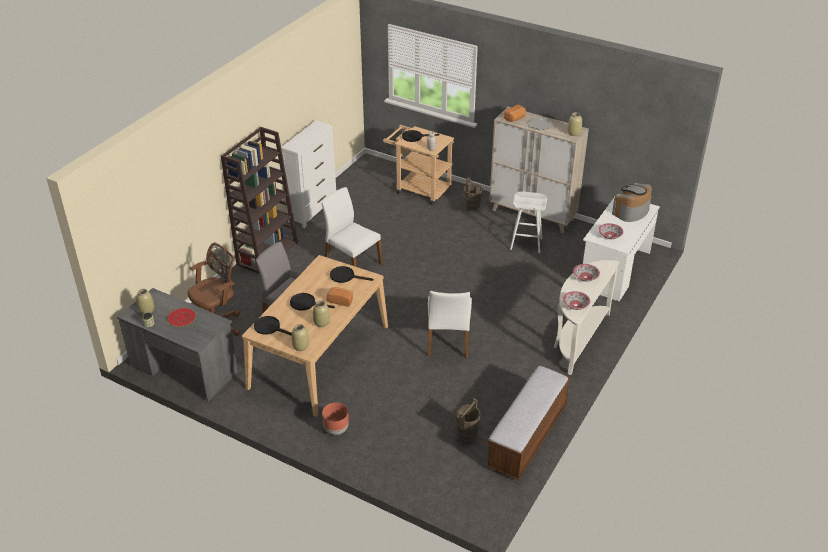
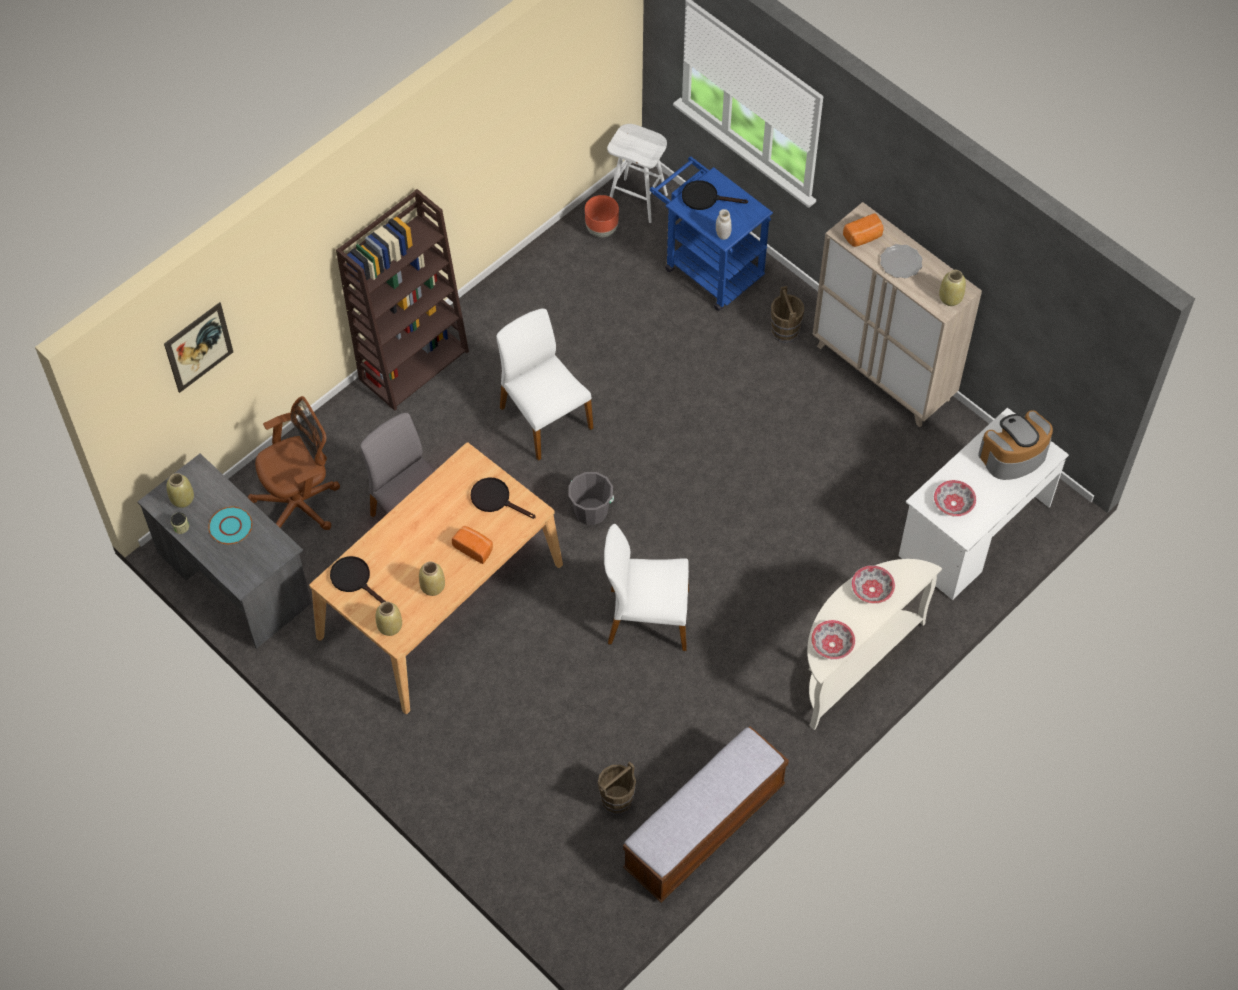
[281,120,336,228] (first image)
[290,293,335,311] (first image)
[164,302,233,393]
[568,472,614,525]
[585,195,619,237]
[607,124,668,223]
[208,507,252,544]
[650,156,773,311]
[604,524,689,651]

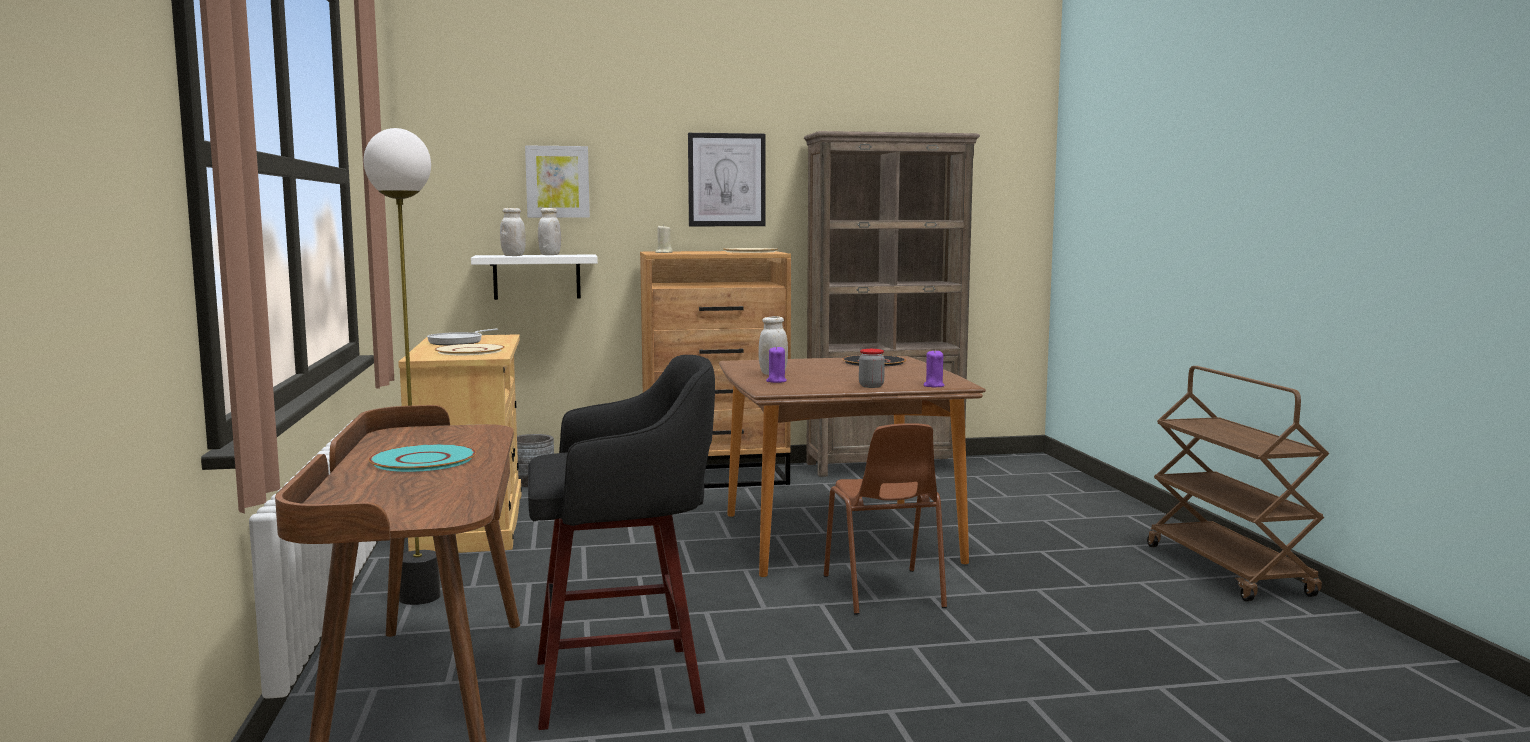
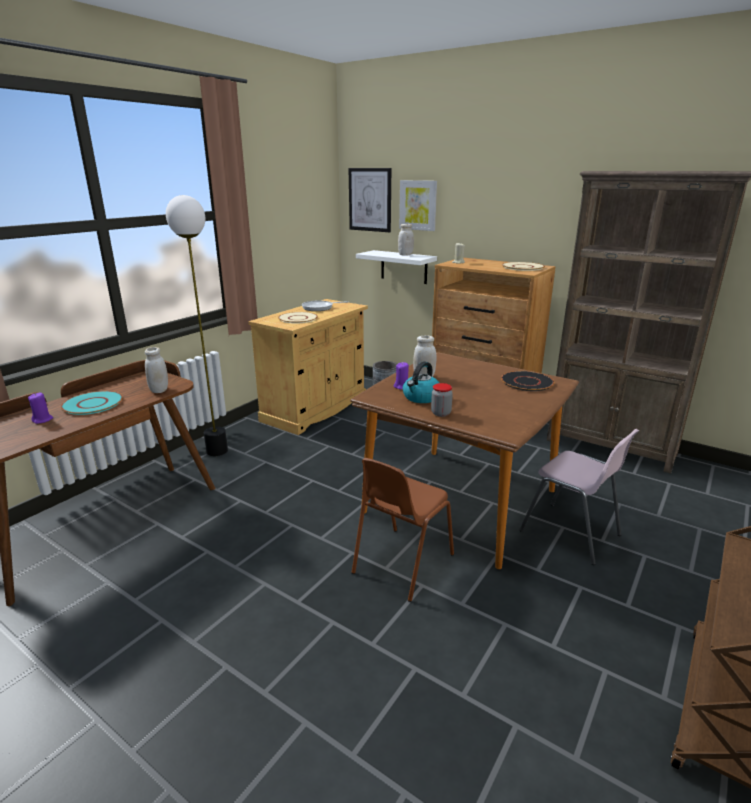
[528,355,715,730] (first image)
[403,362,439,403]
[520,429,639,565]
[145,347,168,393]
[349,168,391,232]
[28,393,53,424]

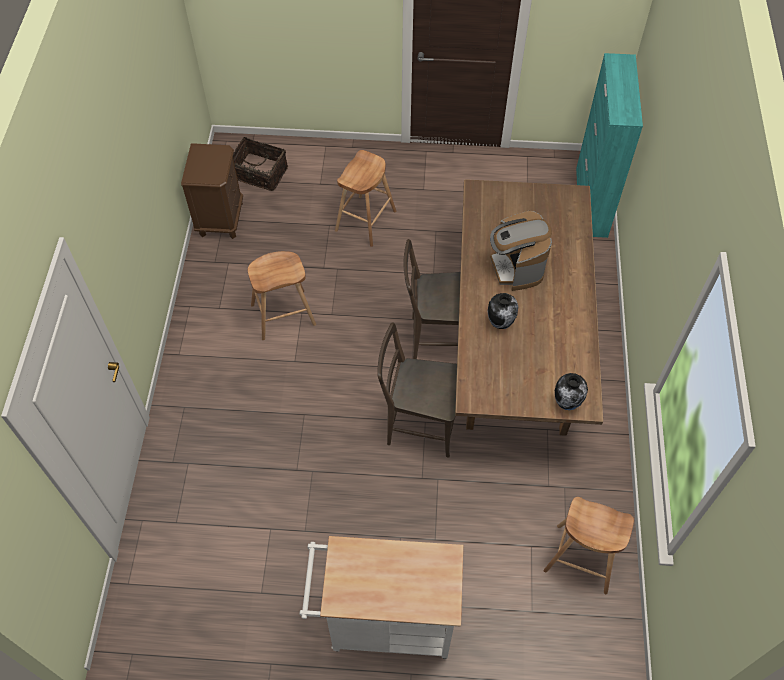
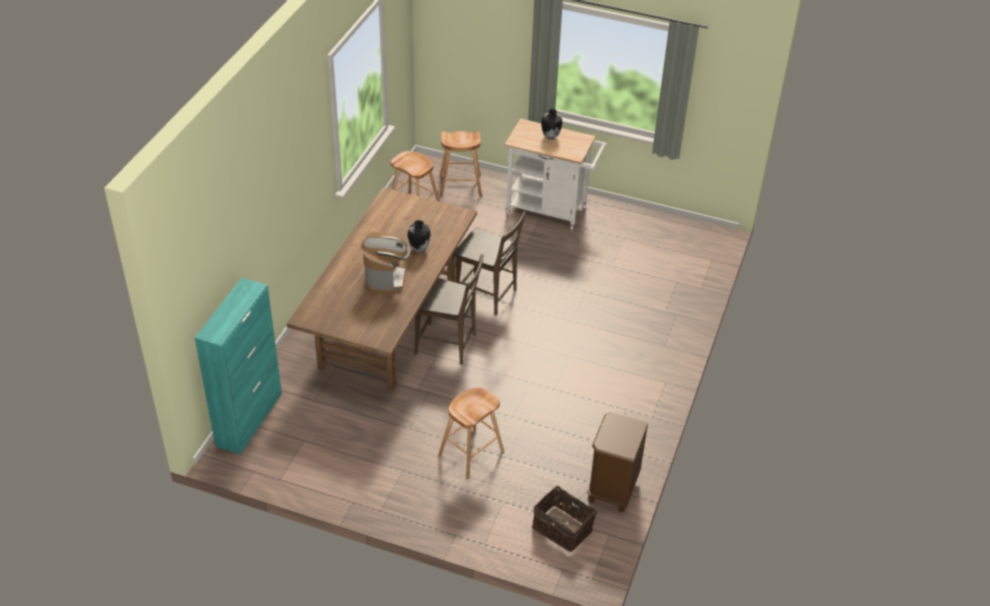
[439,131,482,198]
[541,109,562,140]

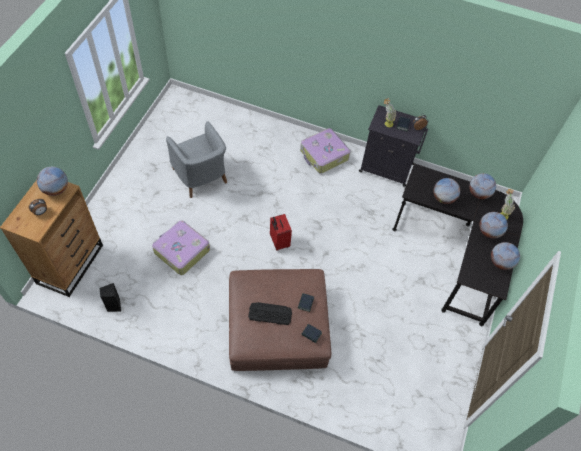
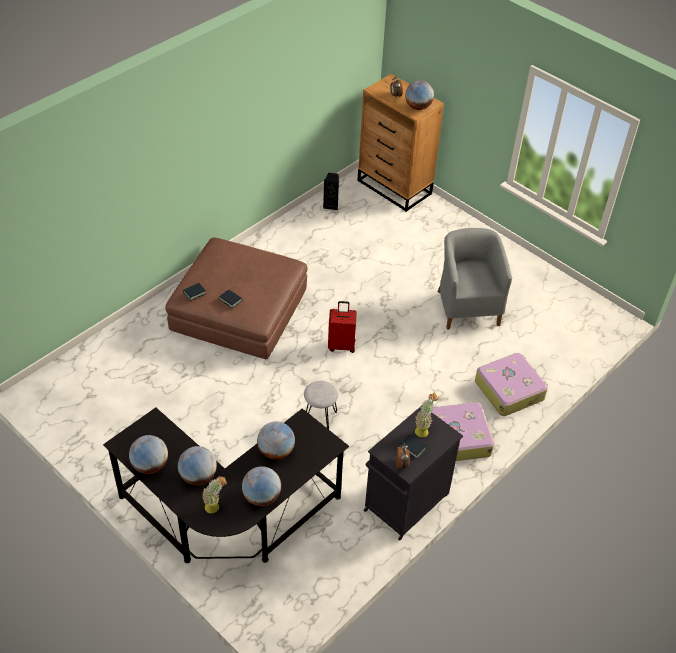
[248,302,292,325] (first image)
[304,381,338,429]
[475,353,548,416]
[437,228,512,330]

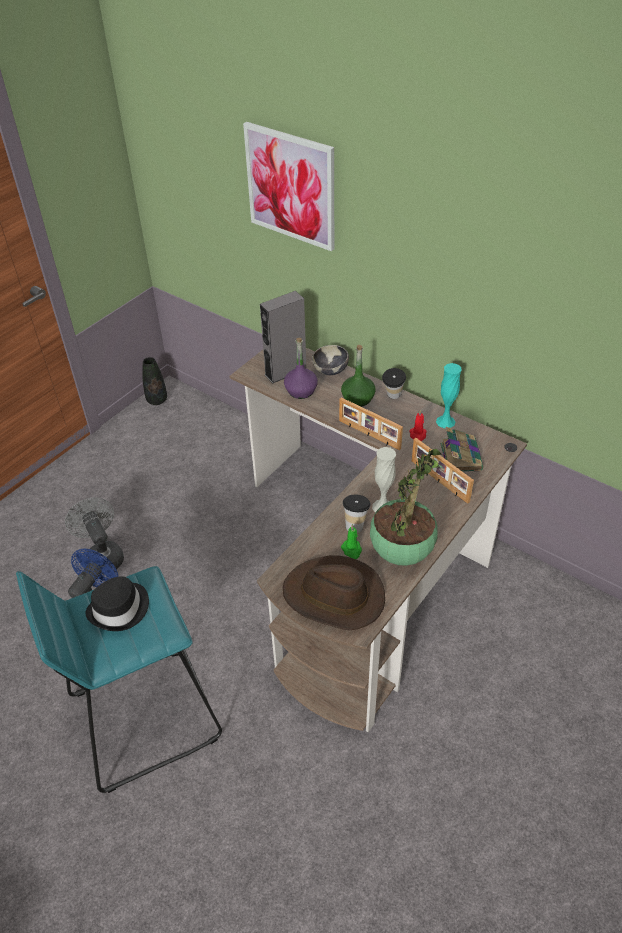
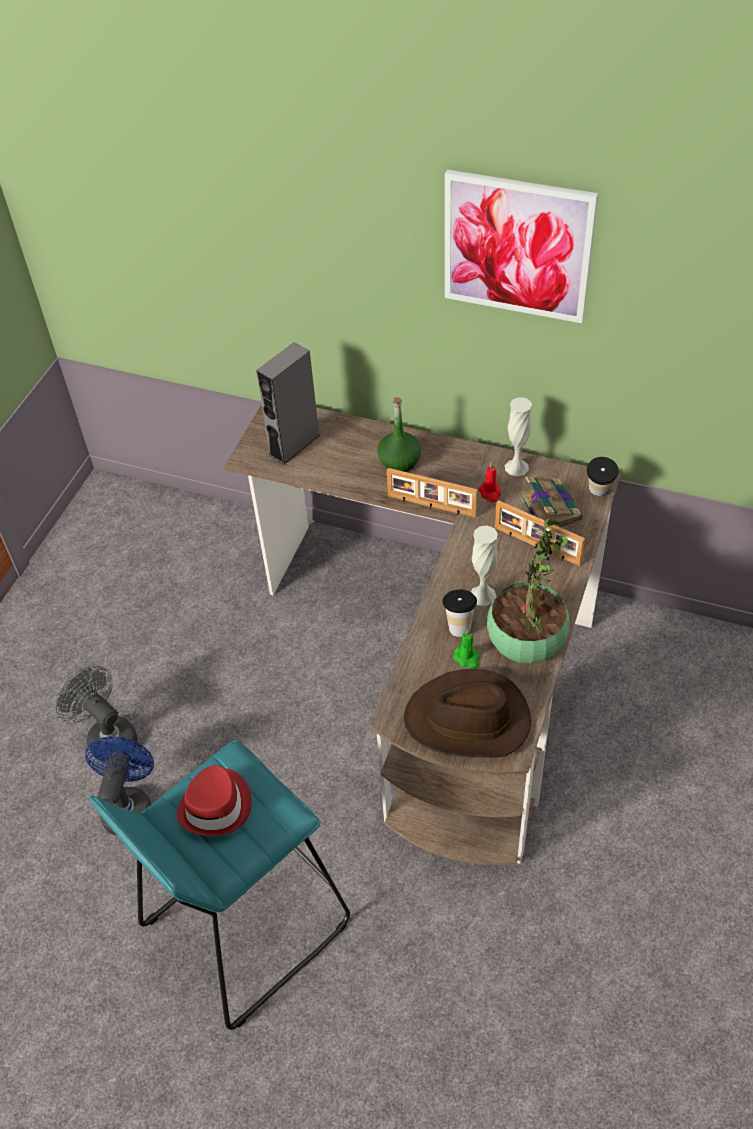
[142,357,167,405] (first image)
[284,338,318,399] (first image)
[312,345,349,375] (first image)
[445,170,598,323]
[587,457,619,496]
[177,765,252,836]
[505,397,532,477]

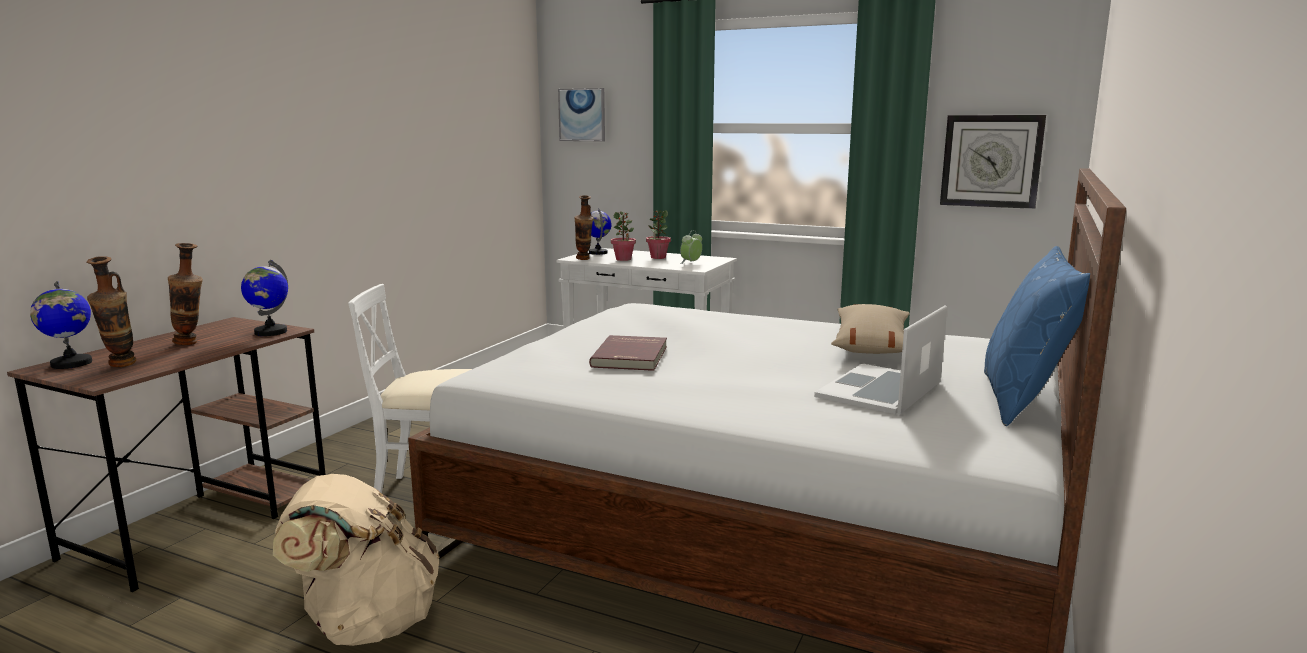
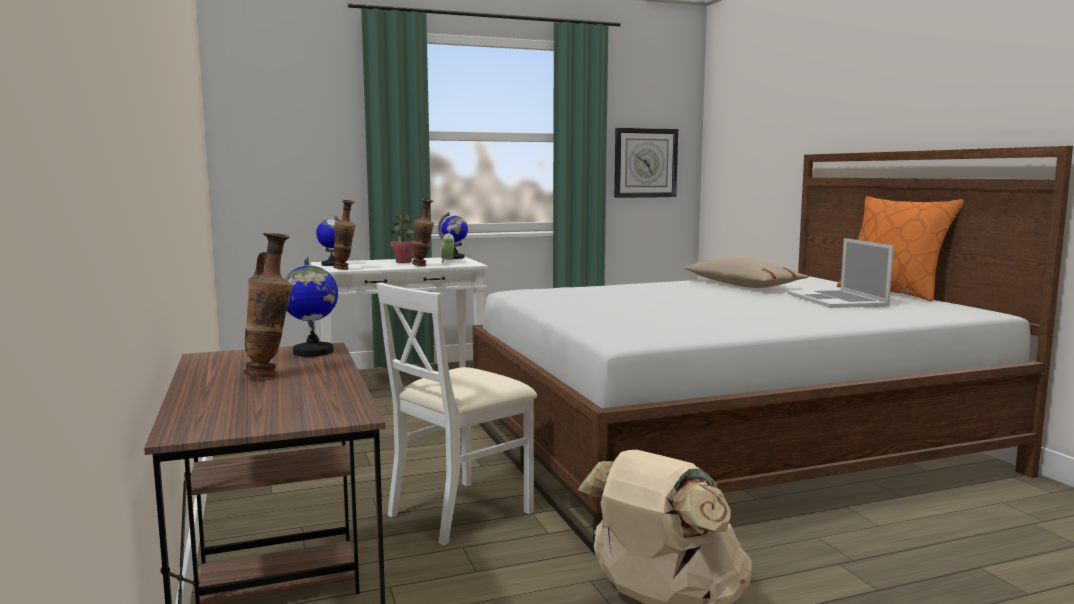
[558,88,605,141] (first image)
[589,335,667,371] (first image)
[611,211,636,261] (first image)
[438,212,468,259]
[412,199,434,266]
[837,196,964,301]

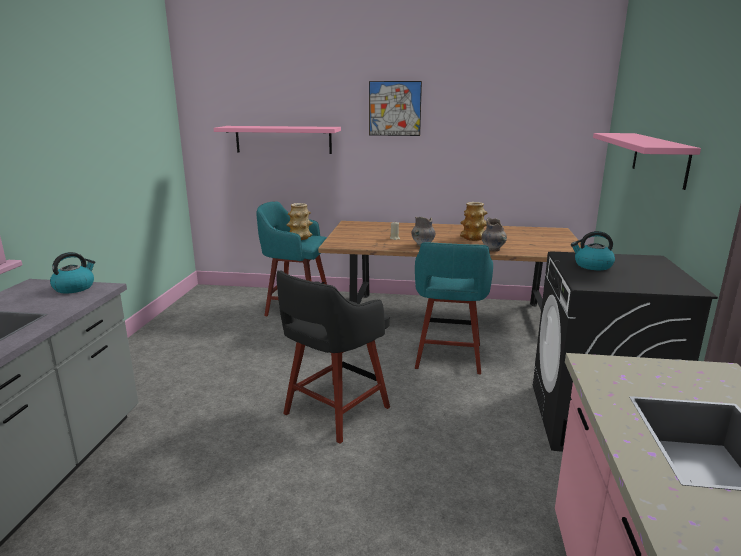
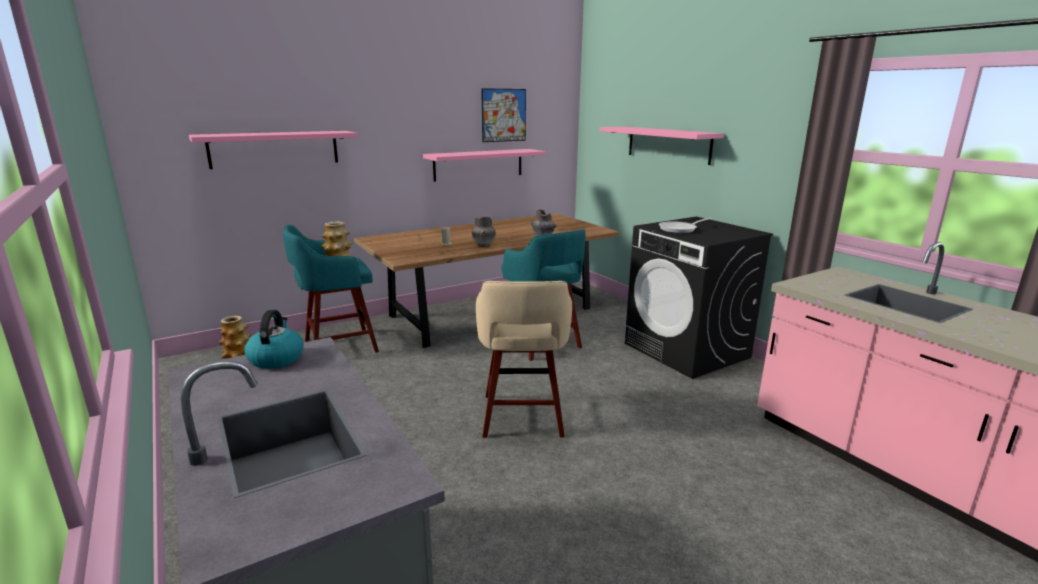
[423,149,546,182]
[481,88,526,142]
[218,316,252,359]
[659,218,712,233]
[476,281,572,438]

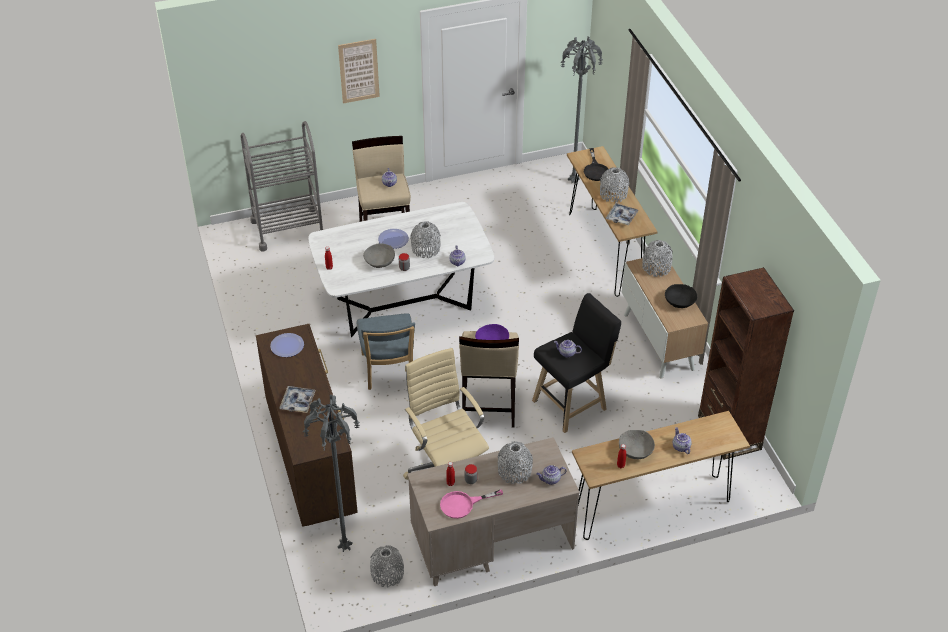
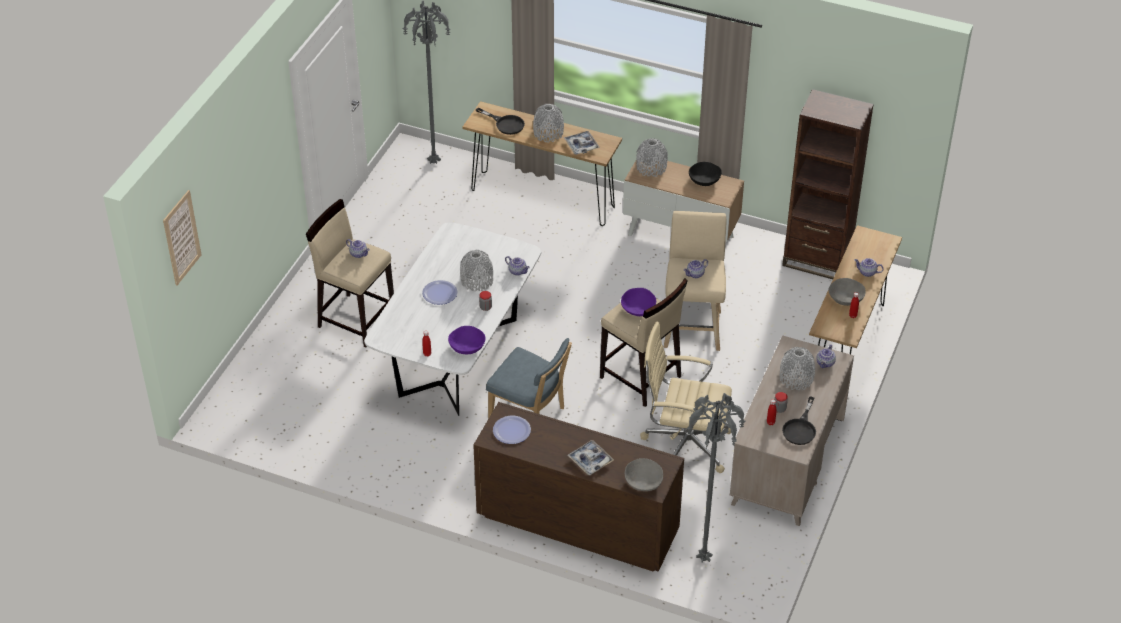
[240,121,323,251] (first image)
[370,545,404,587] (first image)
[448,326,486,355]
[163,190,201,286]
[625,458,663,491]
[782,396,816,445]
[664,211,727,351]

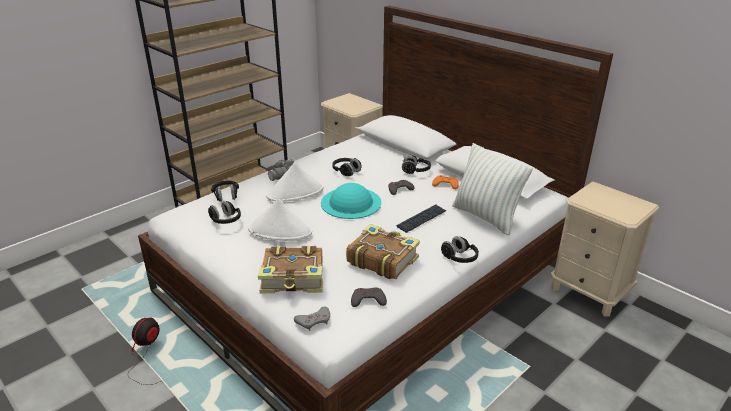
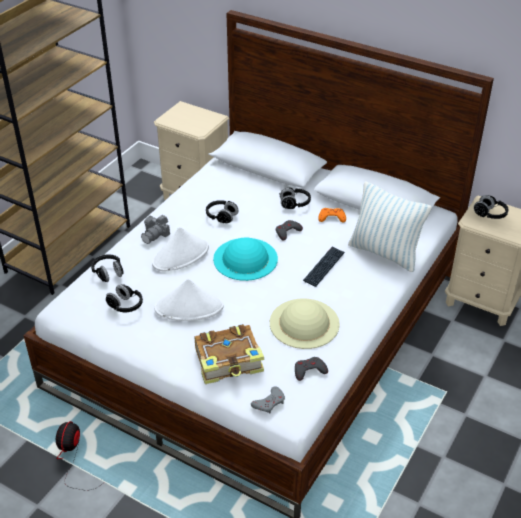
[474,195,509,219]
[270,299,340,349]

